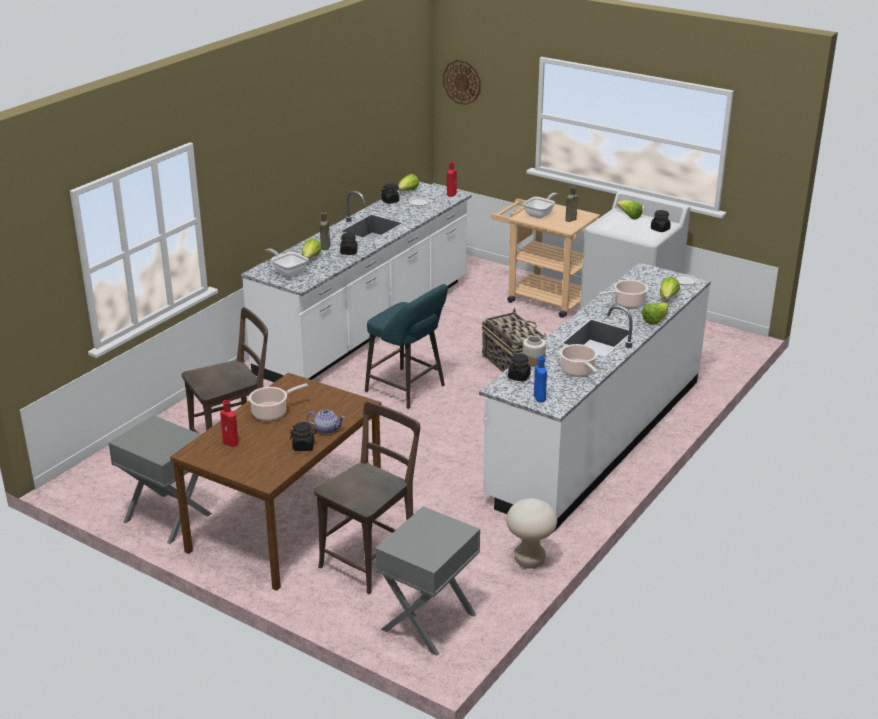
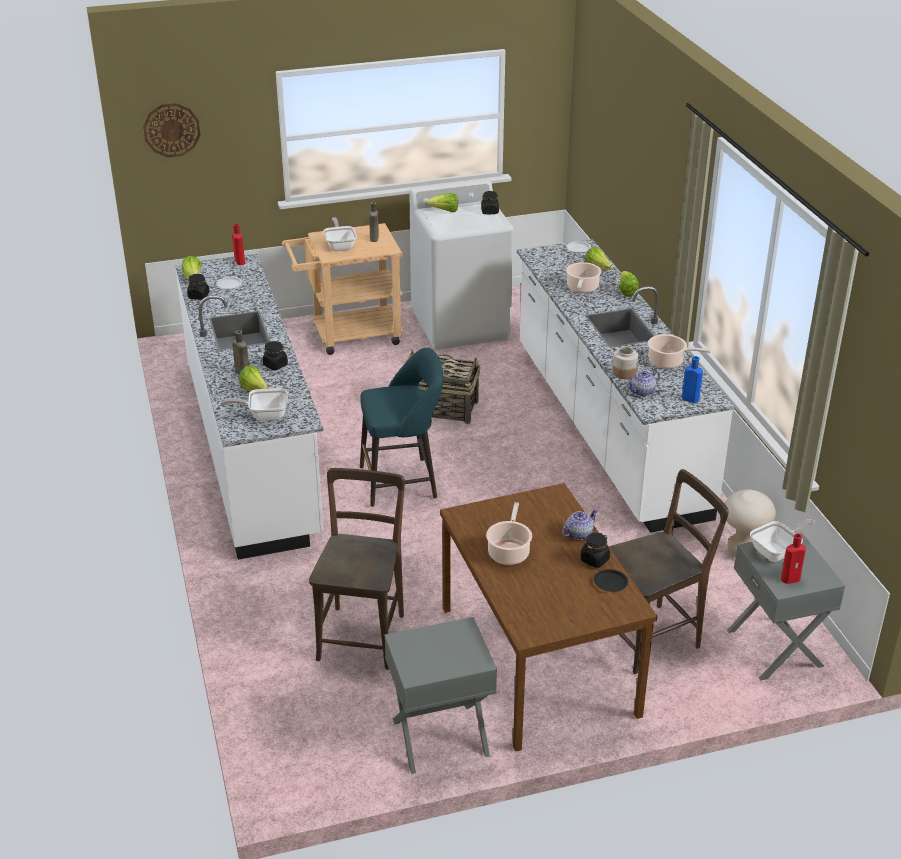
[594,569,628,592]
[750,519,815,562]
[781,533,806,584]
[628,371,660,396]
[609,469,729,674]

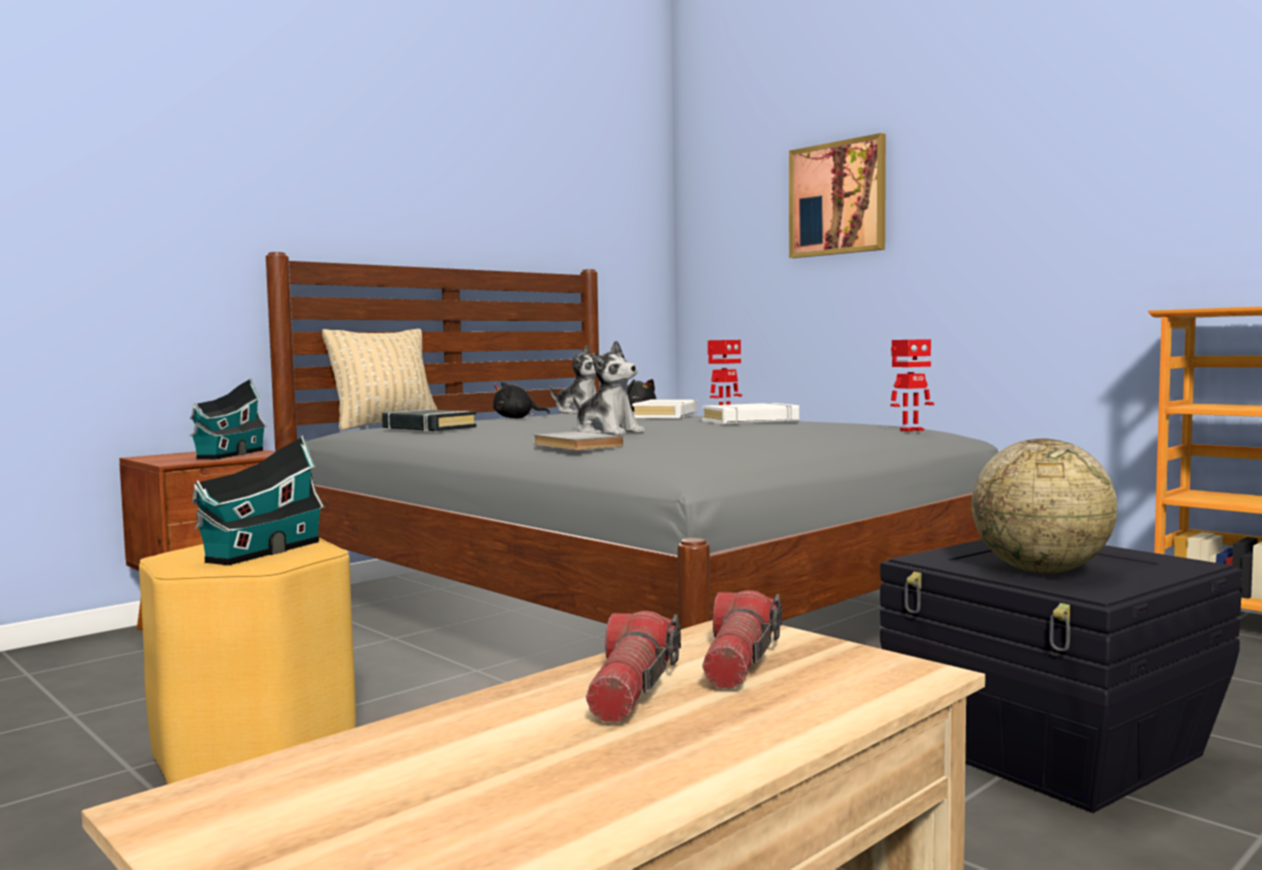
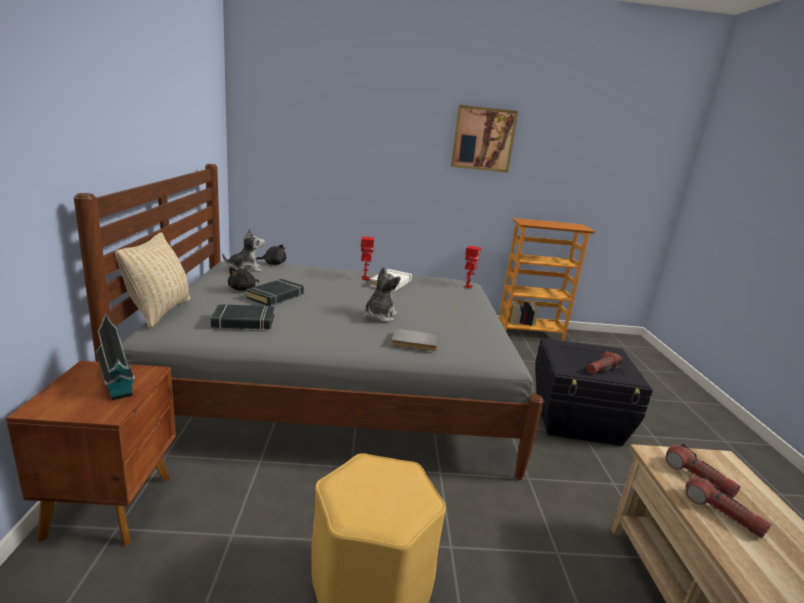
[192,435,324,565] (first image)
[632,399,697,418] (first image)
[246,279,304,306]
[451,105,518,172]
[587,351,623,374]
[363,266,400,322]

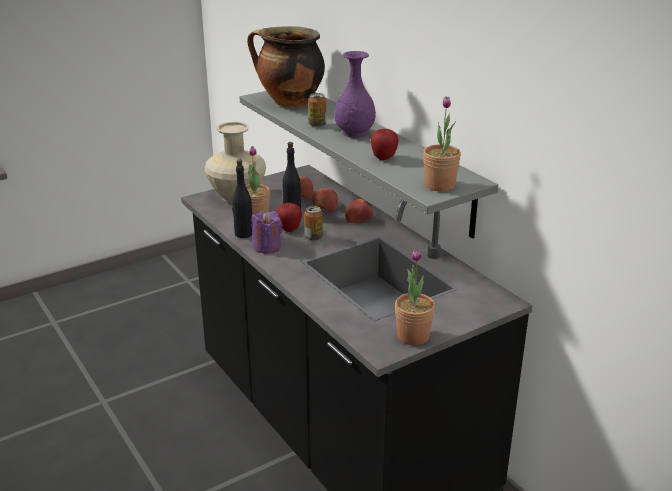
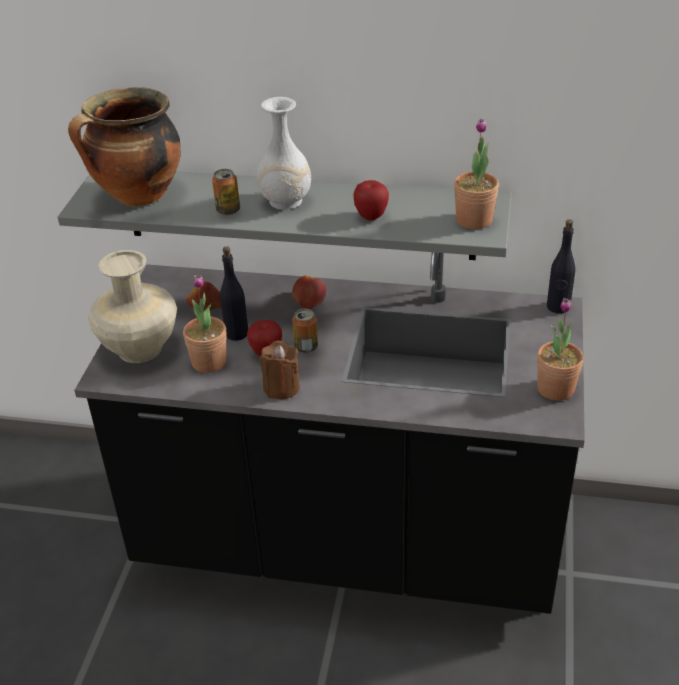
[312,188,338,212] (first image)
[547,220,576,314]
[259,341,300,399]
[257,97,311,210]

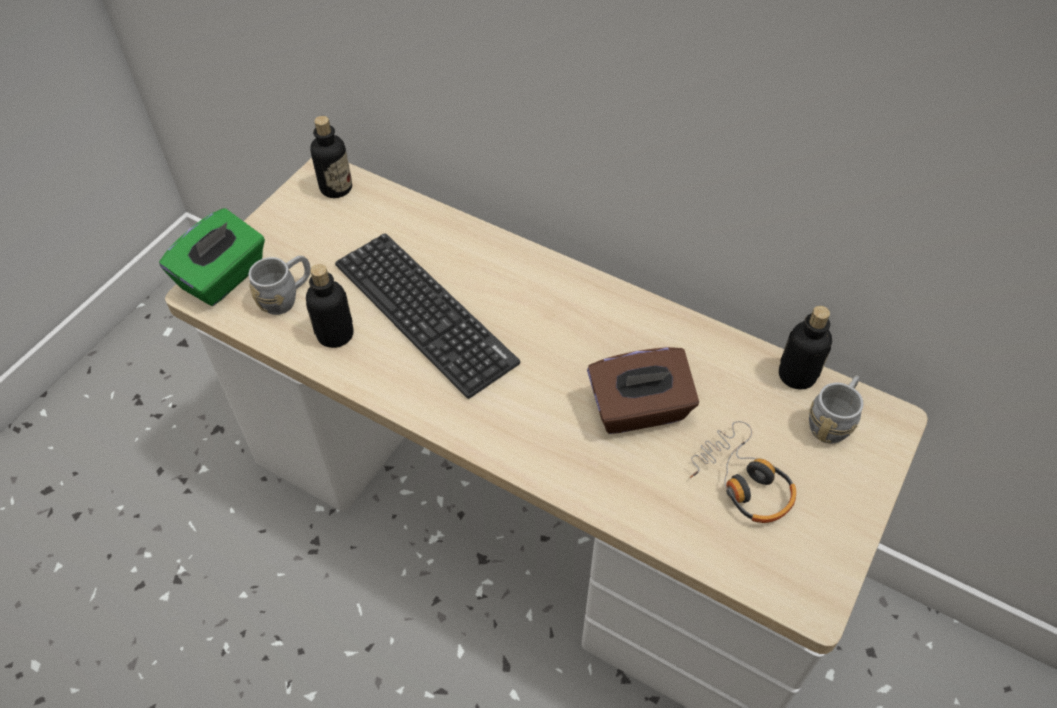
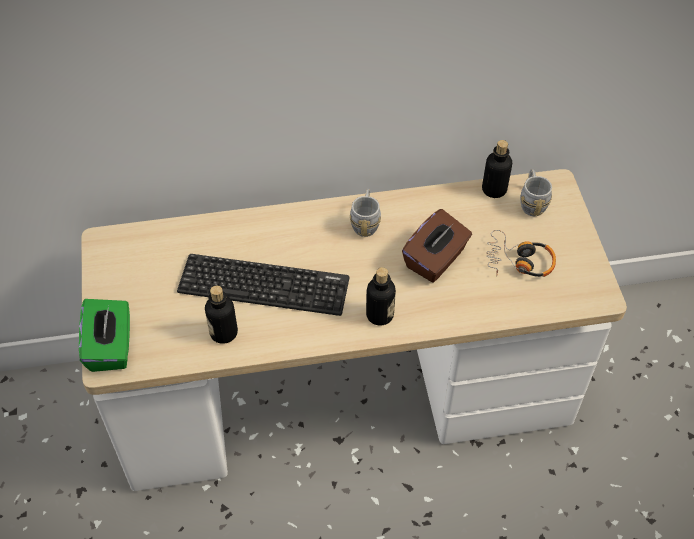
[350,189,381,237]
[366,267,396,326]

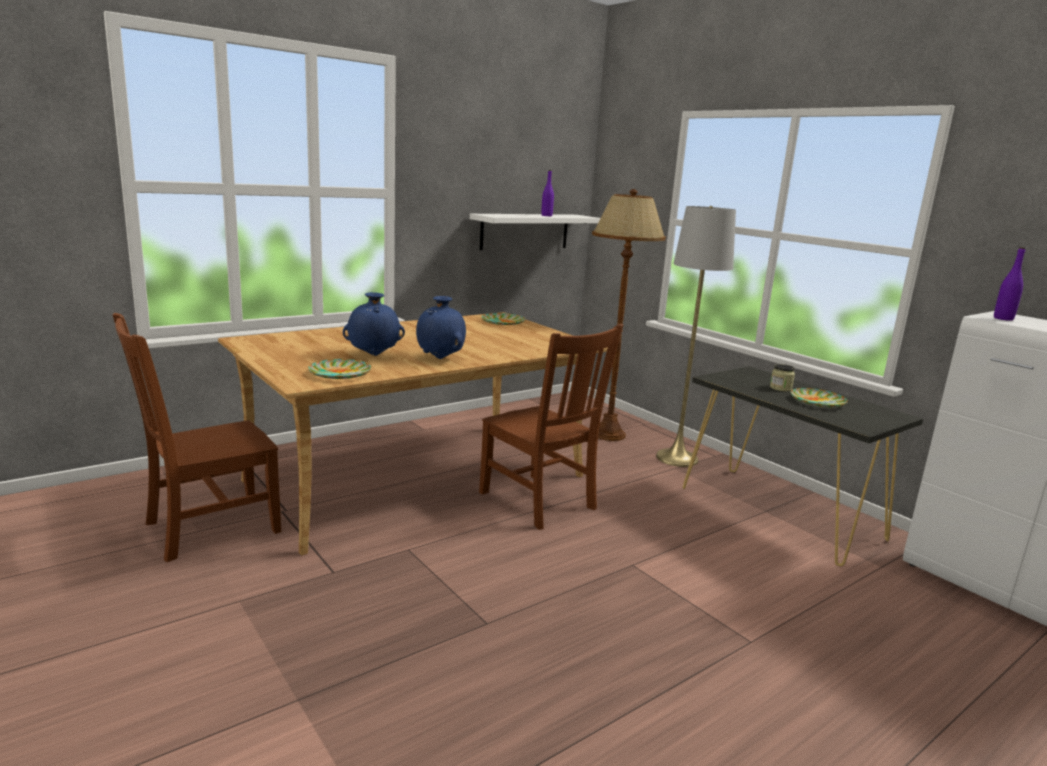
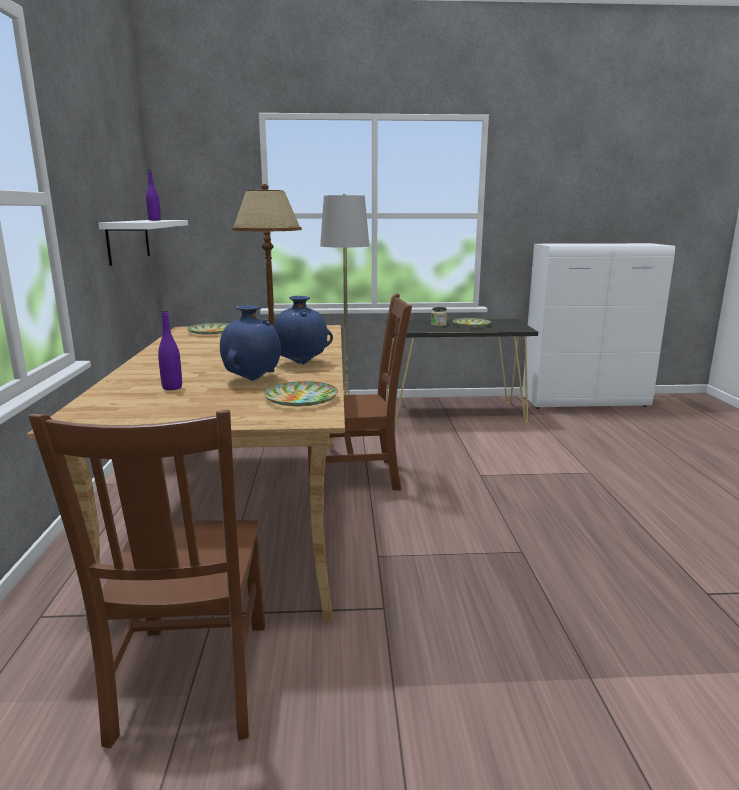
[158,310,182,390]

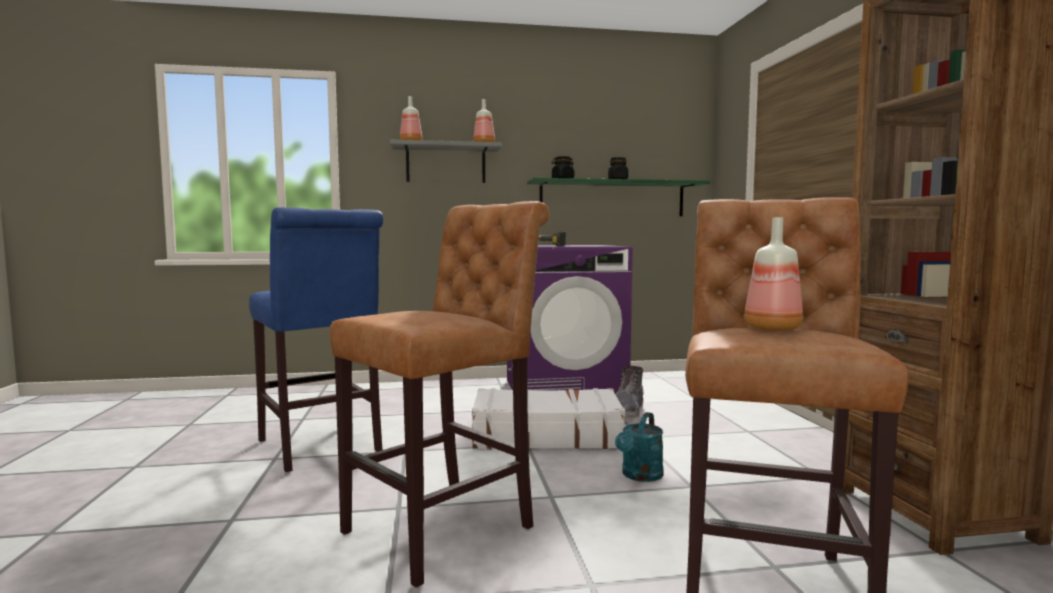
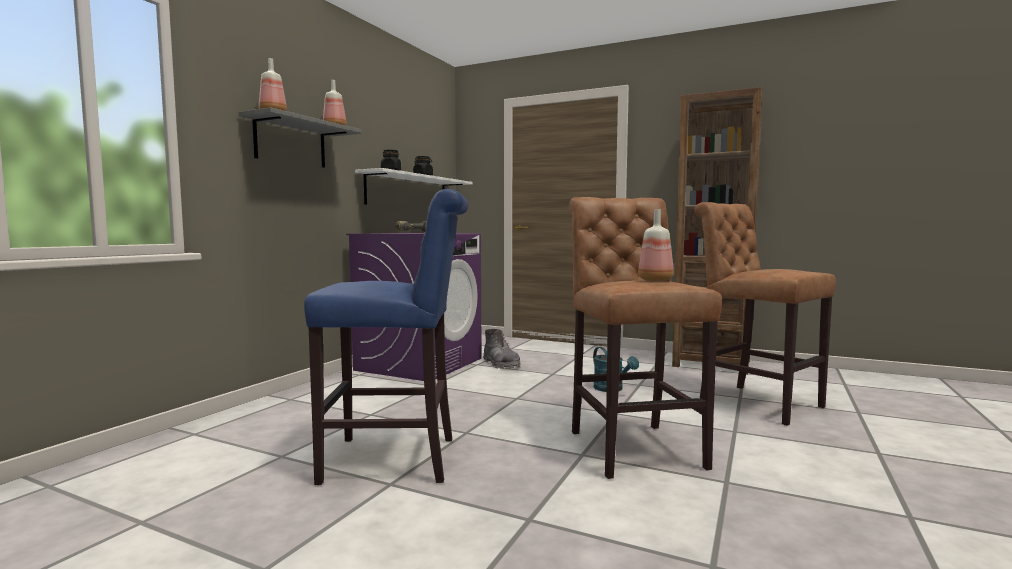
[472,388,625,450] (first image)
[638,210,674,281]
[355,168,473,205]

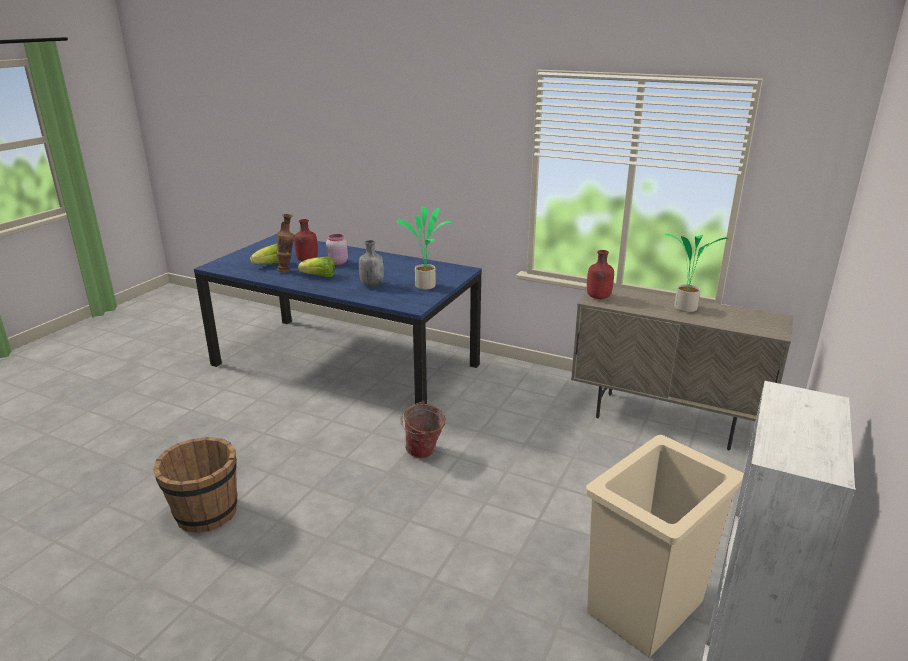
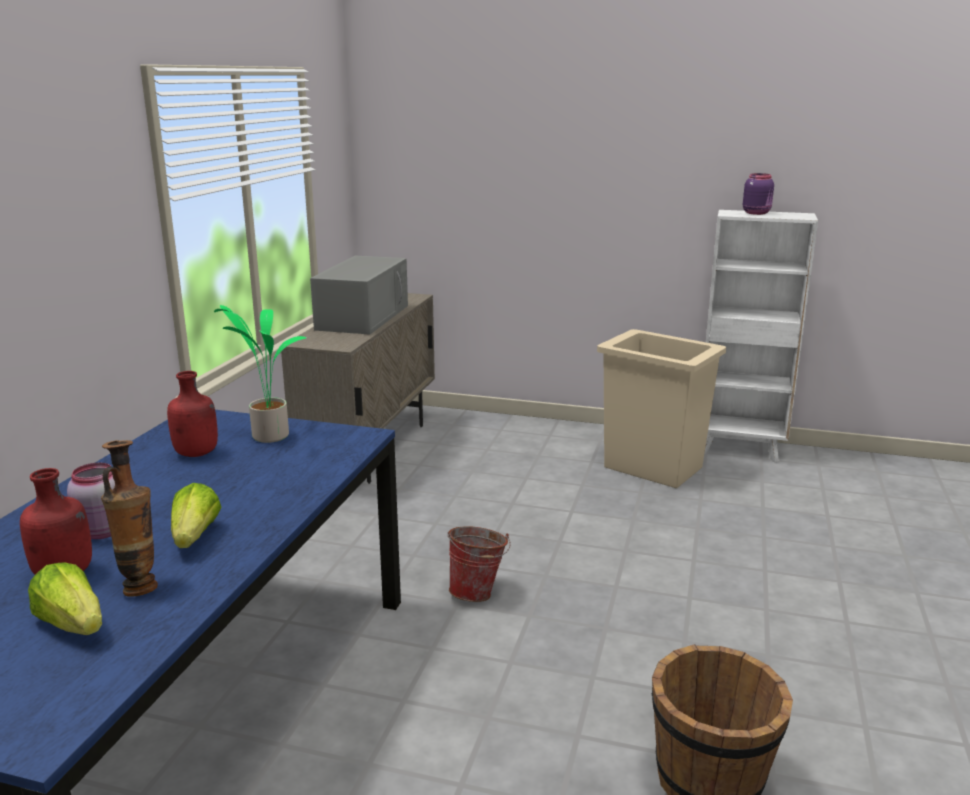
[359,240,384,287] (first image)
[743,173,774,215]
[167,371,218,457]
[310,256,408,335]

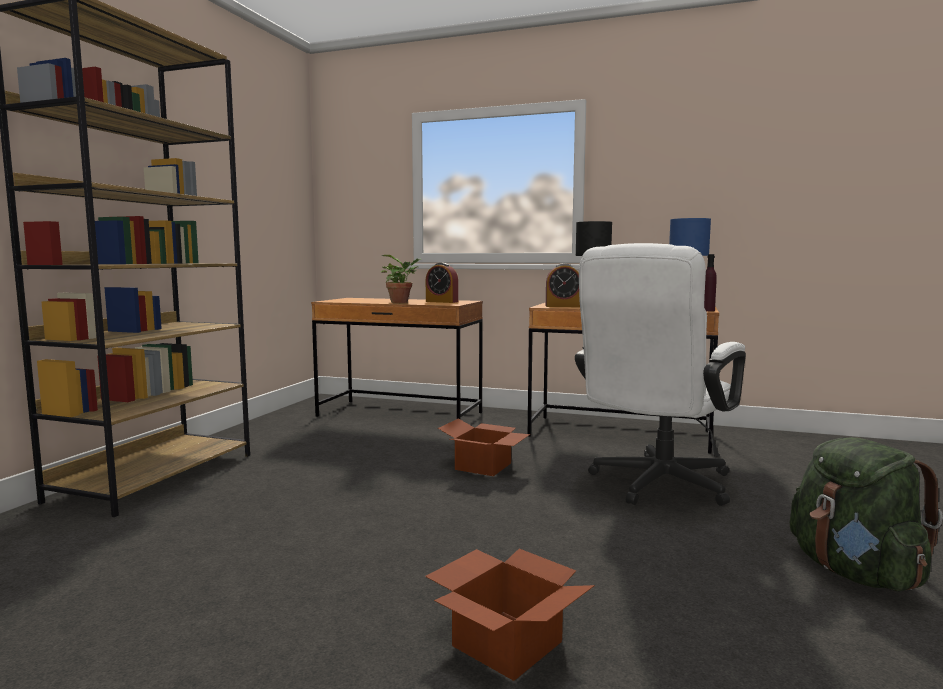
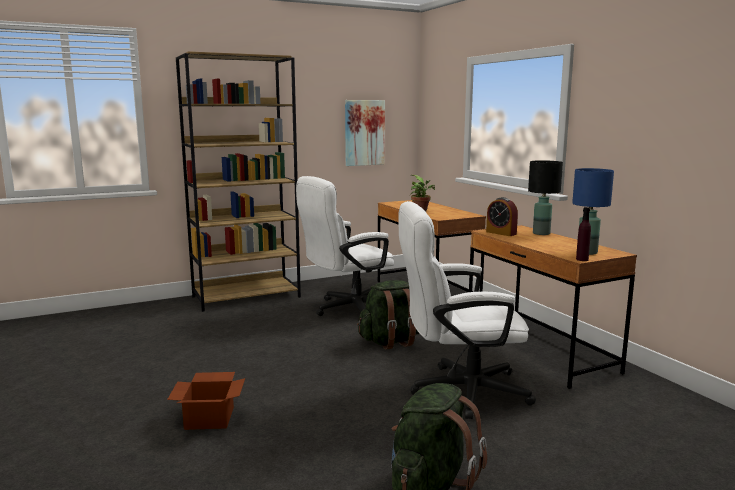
[426,263,458,303] (first image)
[296,176,394,316]
[345,100,385,166]
[357,280,420,350]

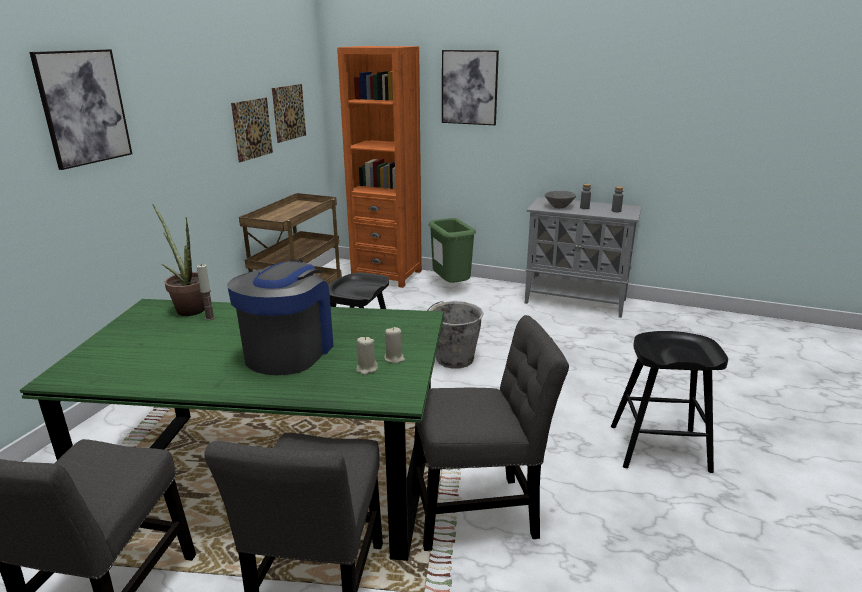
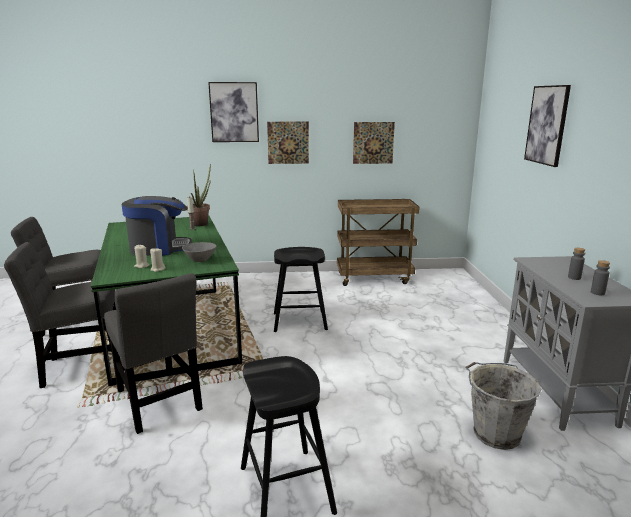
[337,46,422,288] (first image)
[429,218,476,283] (first image)
[267,122,309,164]
[466,362,541,450]
[182,242,217,262]

